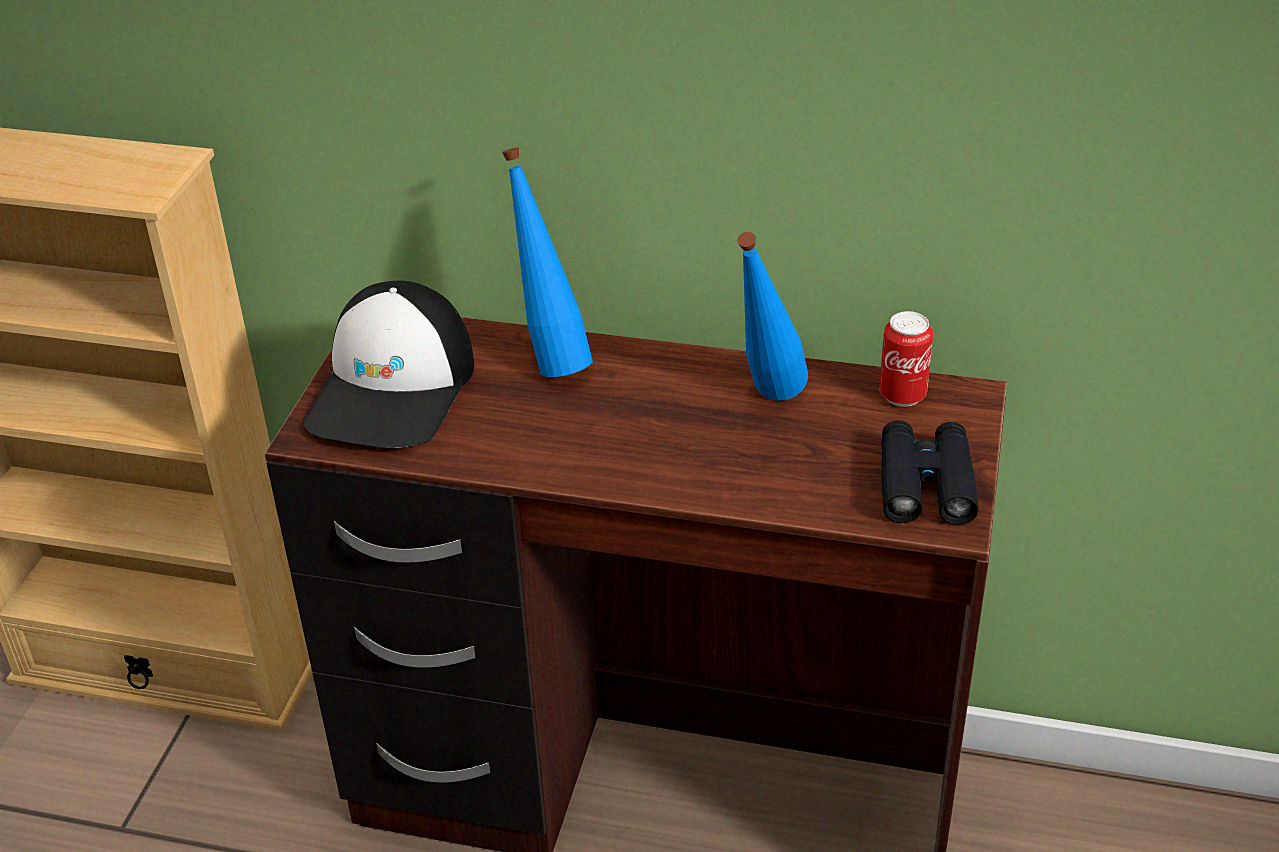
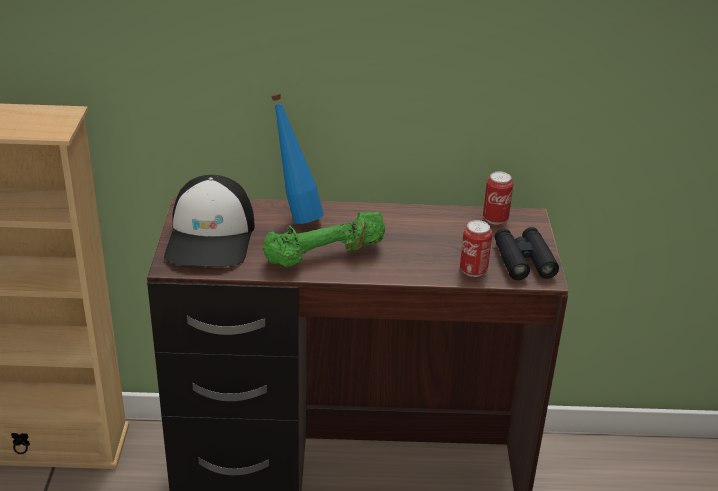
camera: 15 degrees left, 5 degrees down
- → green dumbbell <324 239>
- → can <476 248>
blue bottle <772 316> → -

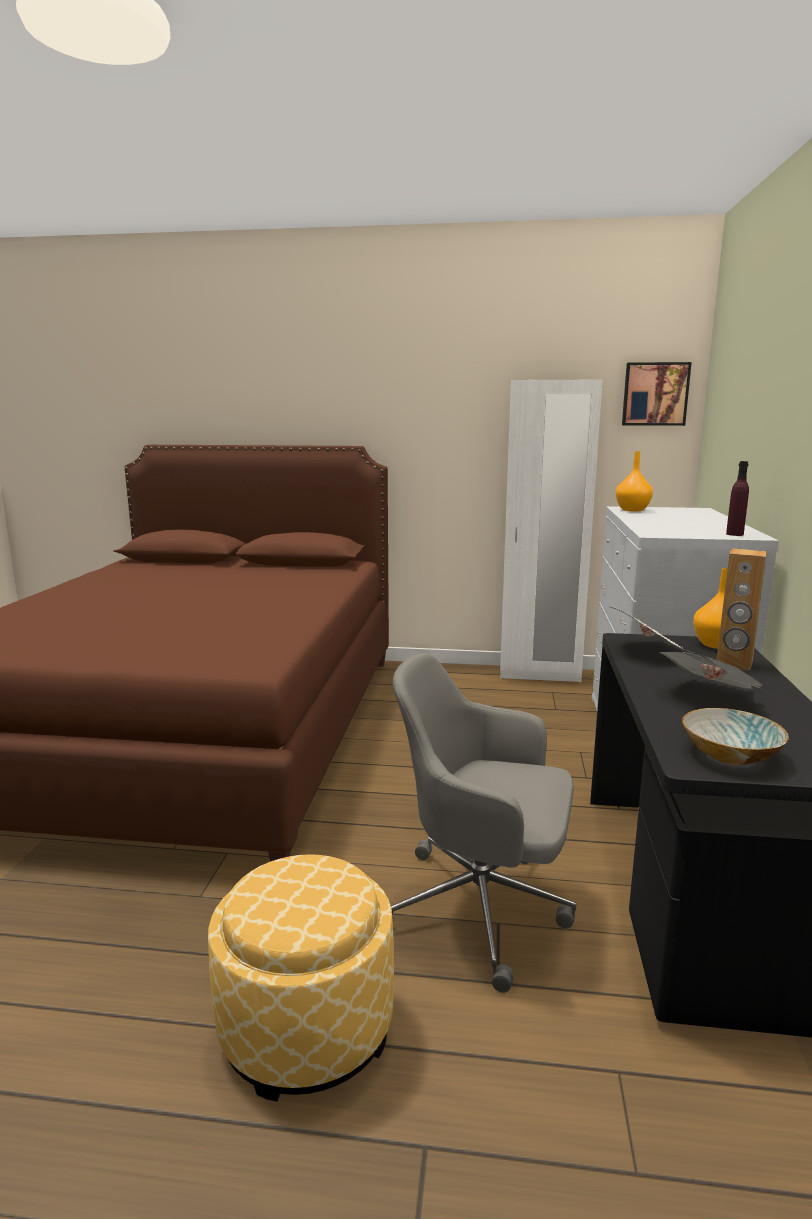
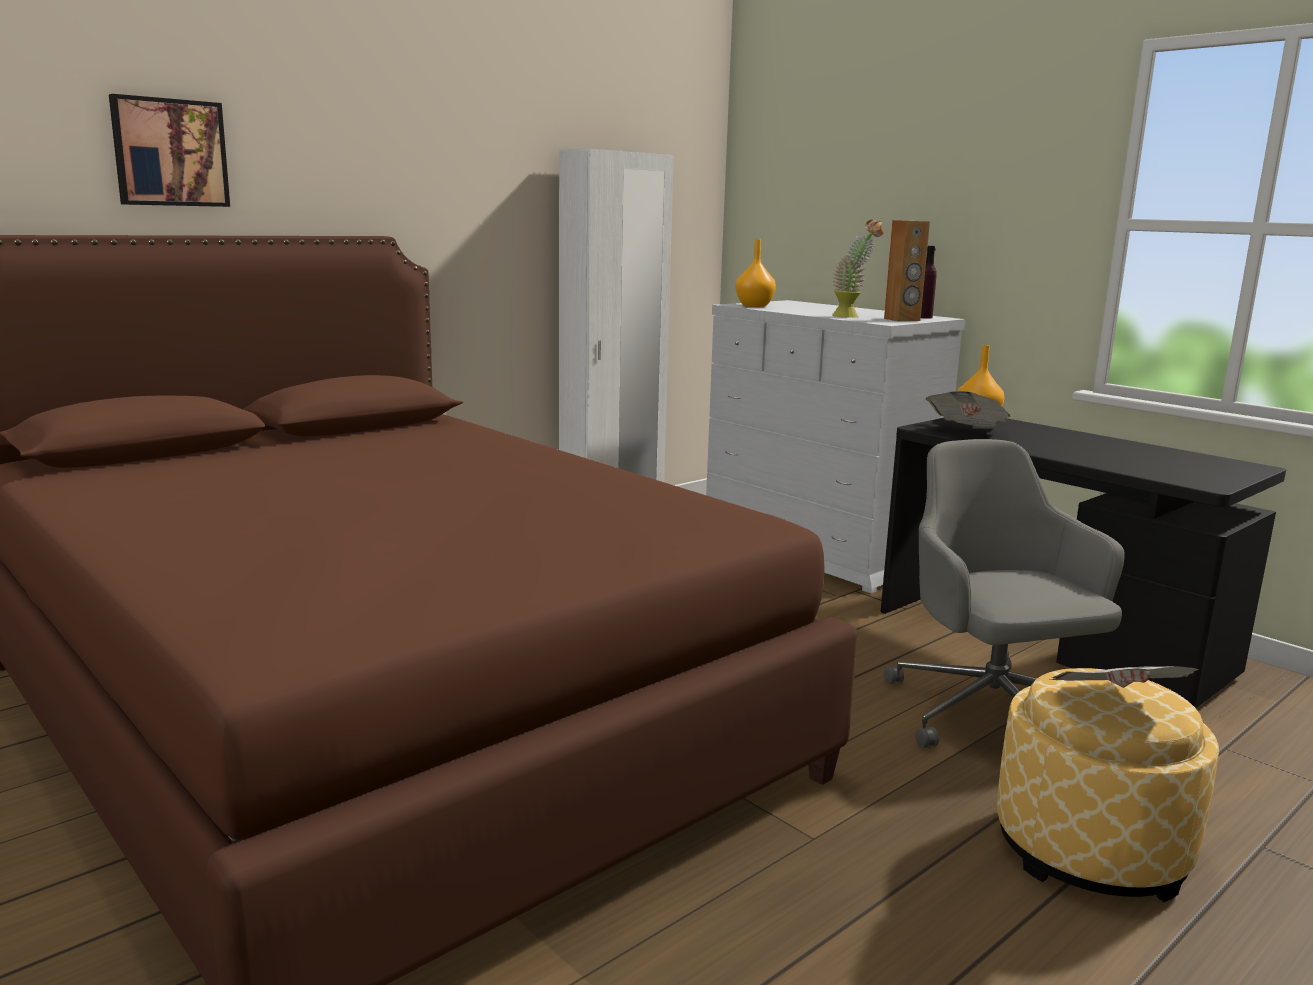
camera: 50 degrees left, 0 degrees up
picture <657 394> → picture <169 150>, move
- → potted plant <858 269>
brown speaker <741 609> → brown speaker <907 270>, move
grey office chair <483 823> → grey office chair <1004 593>, 105 degrees clockwise
newspaper <711 670> → newspaper <1124 677>, move
bowl <735 736> → -

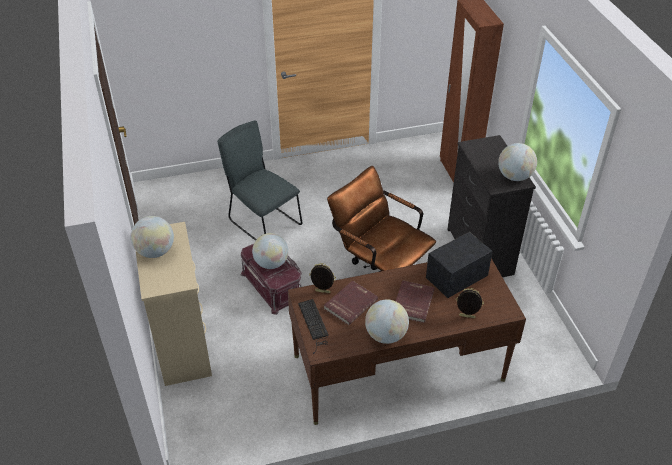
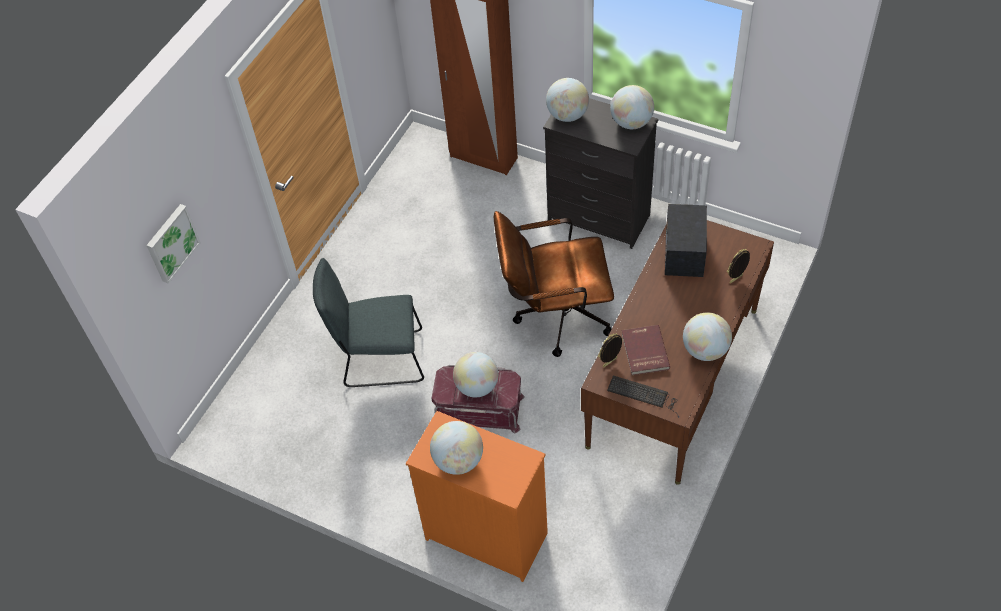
camera: 45 degrees left, 10 degrees up
- → picture <173 244>
beige dresser <174 304> → orange dresser <477 496>
- → globe <567 100>
red book <415 301> → -

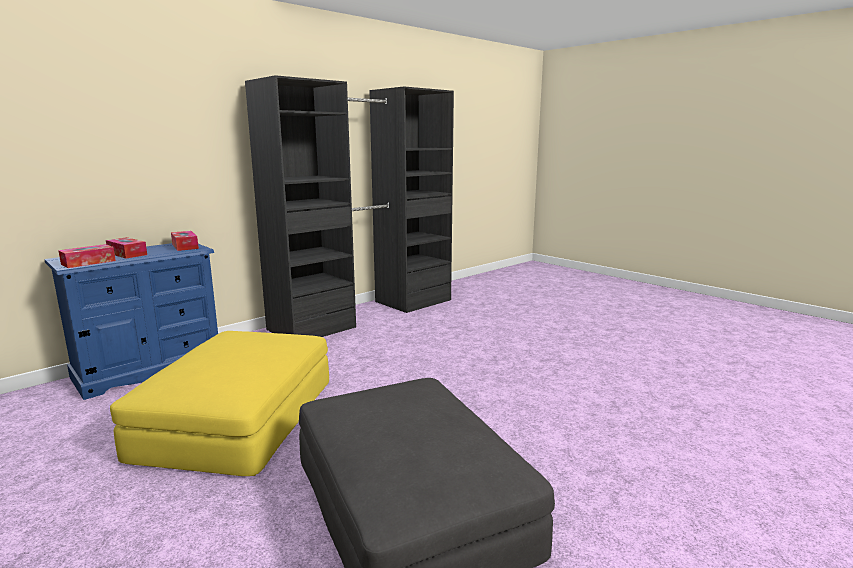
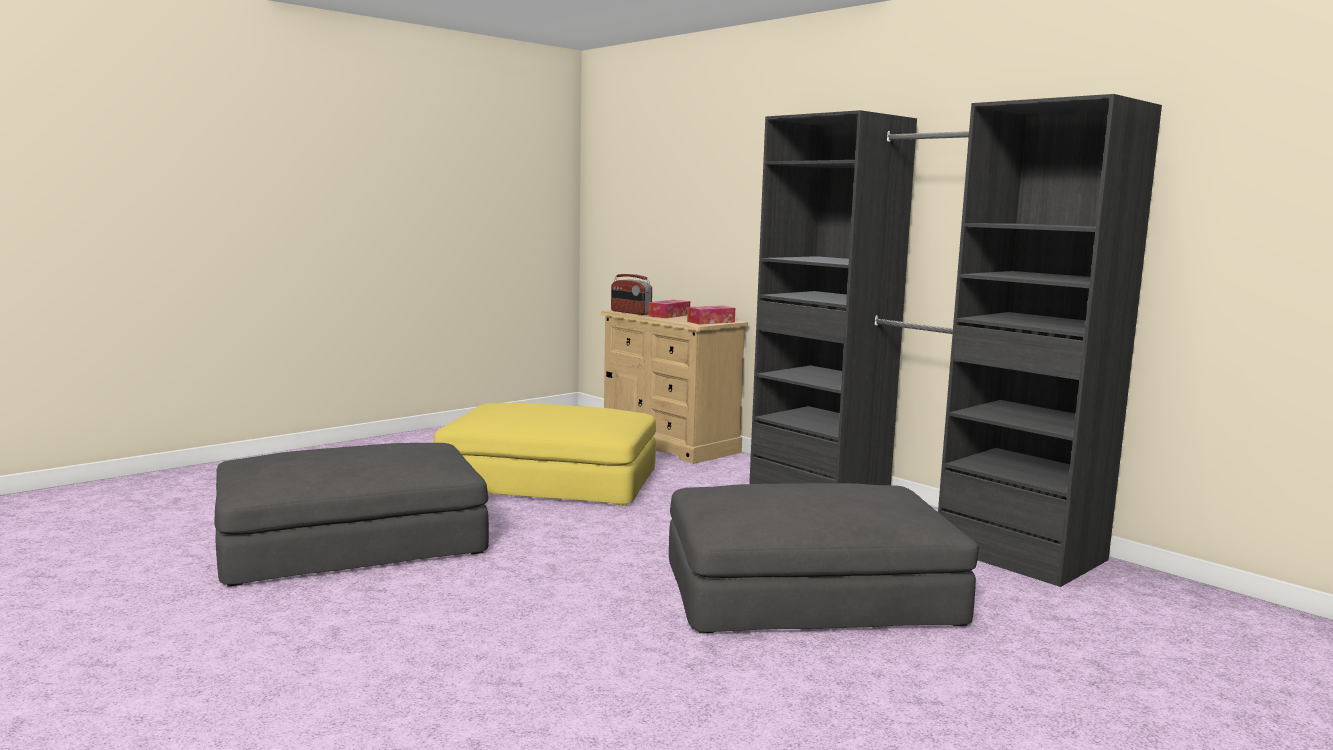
camera: 90 degrees right, 5 degrees down
blue dresser <131 321> → beige dresser <674 387>
tissue box <87 256> → radio <631 294>
- → grey ottoman <824 558>

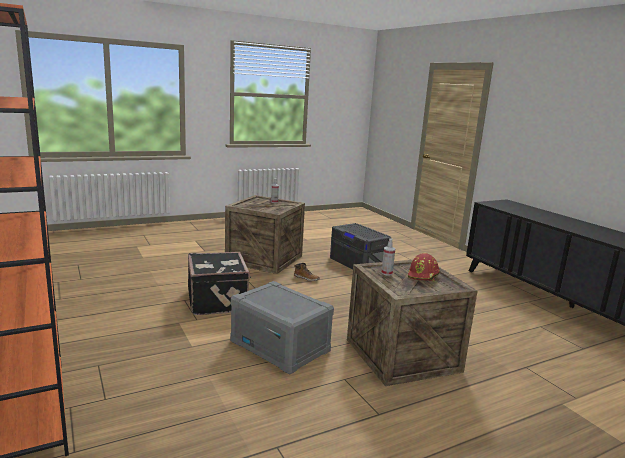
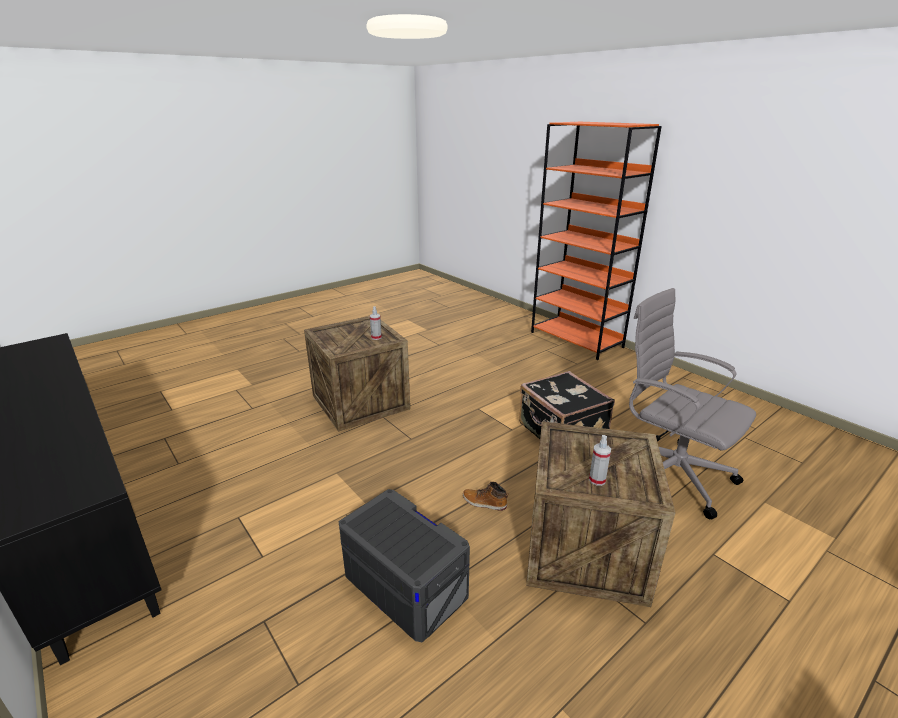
camera: 170 degrees right, 10 degrees up
- → grey office chair <692 404>
grey storage box <282 328> → -
red hard hat <424 267> → -

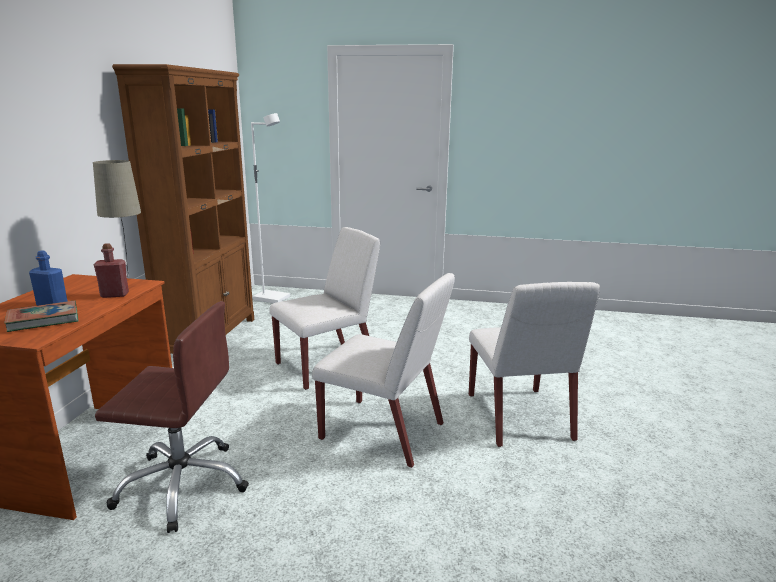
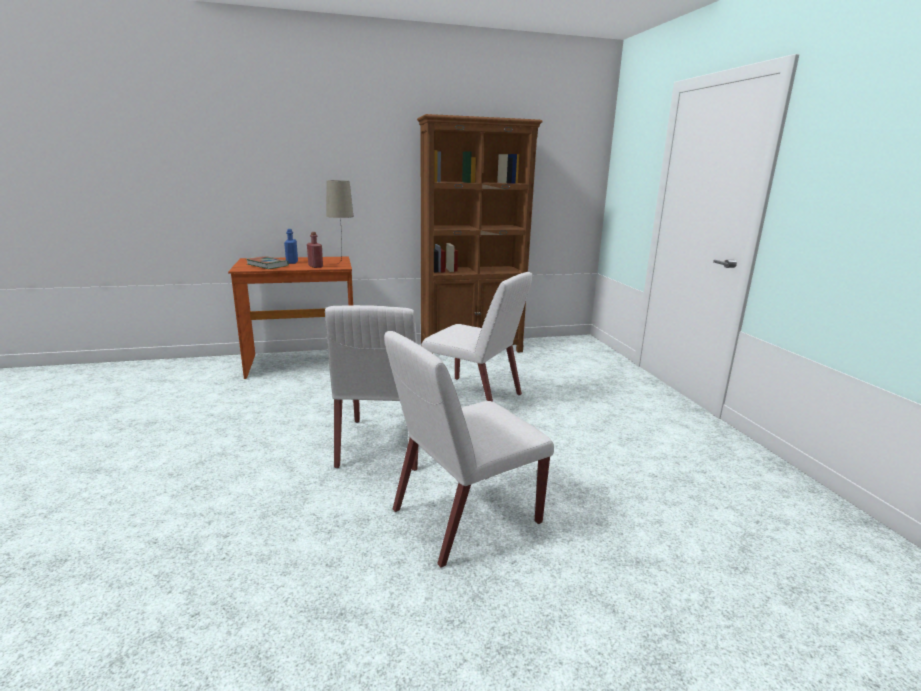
camera: 65 degrees right, 0 degrees up
brown office chair <172 417> → -
white floor lamp <270 208> → -

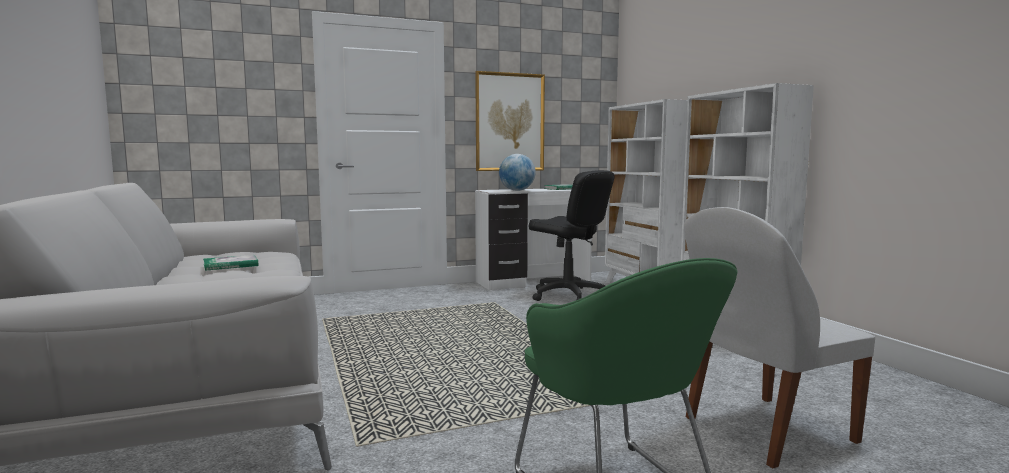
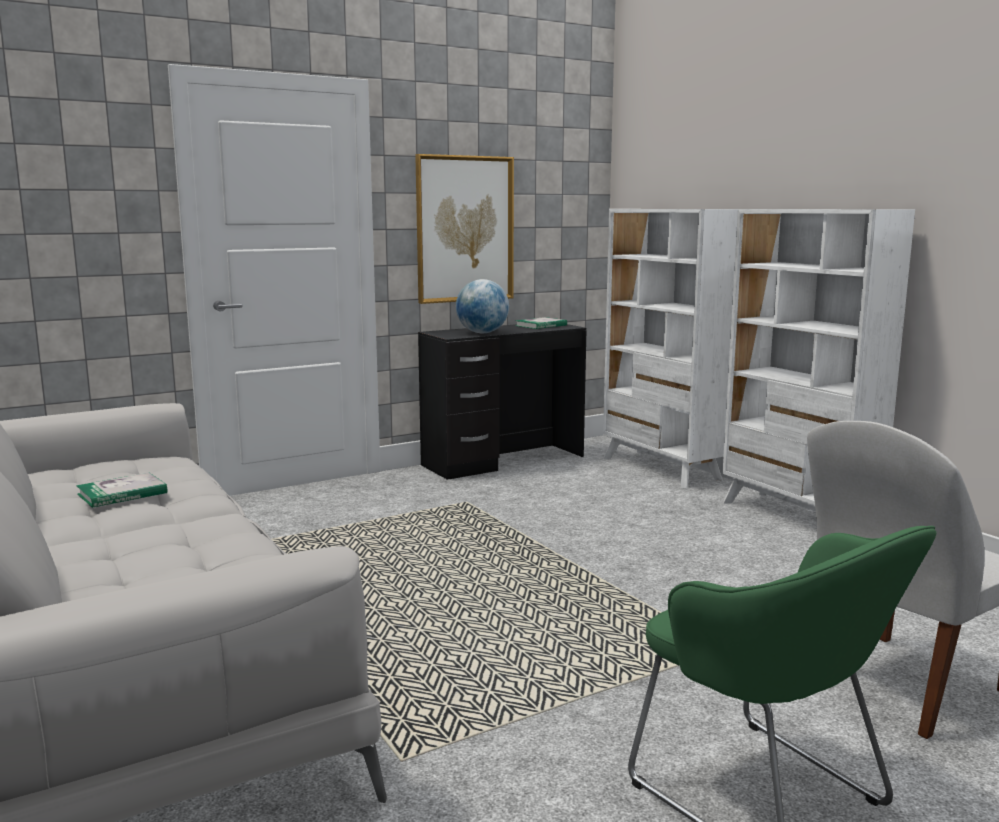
camera: 10 degrees left, 5 degrees up
white desk <533 239> → black desk <502 402>
black office chair <572 235> → -

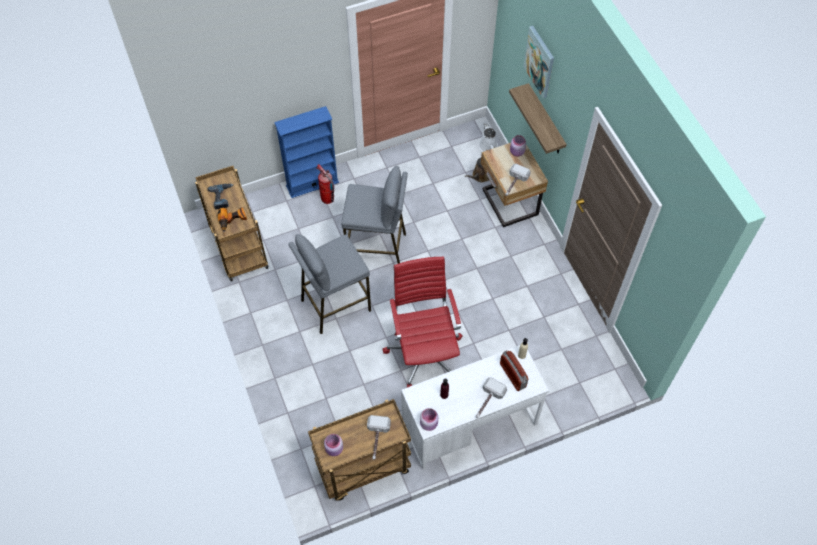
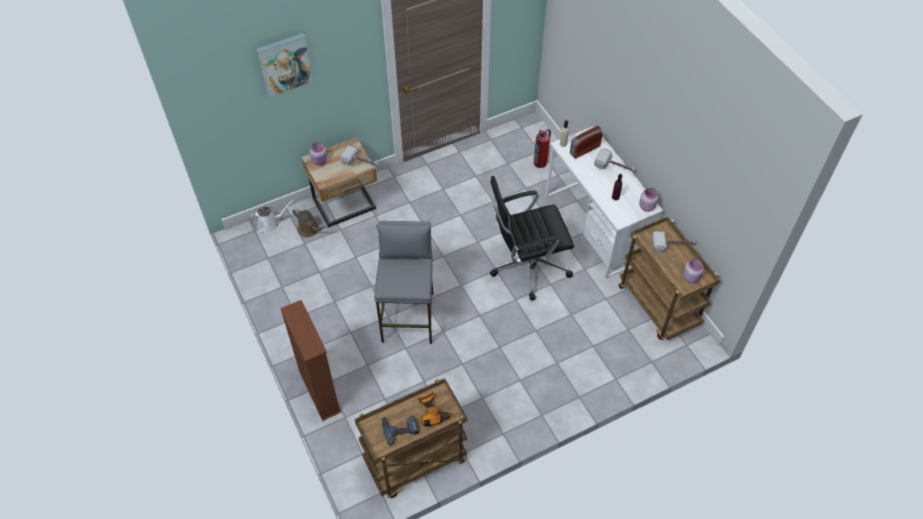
camera: 95 degrees left, 5 degrees down
blue bookcase <306 152> → brown bookcase <310 360>
red office chair <422 322> → black office chair <532 238>
fire extinguisher <326 184> → fire extinguisher <542 148>, move
grey stool <329 284> → -
shelf <538 118> → -

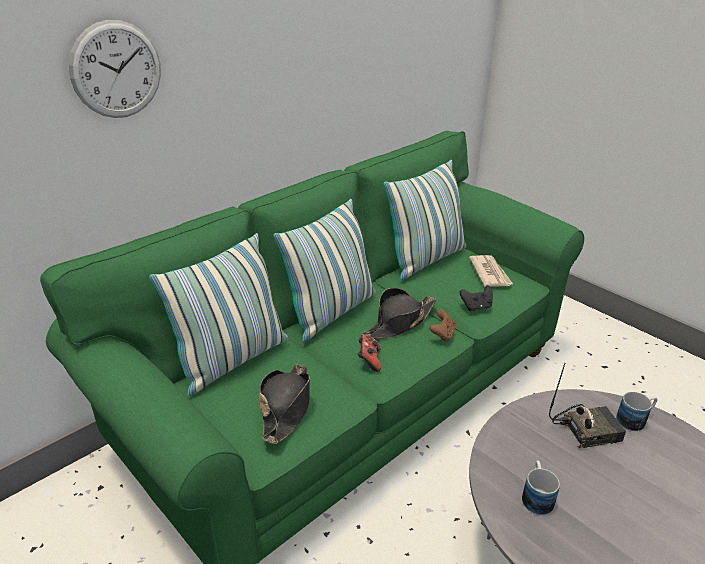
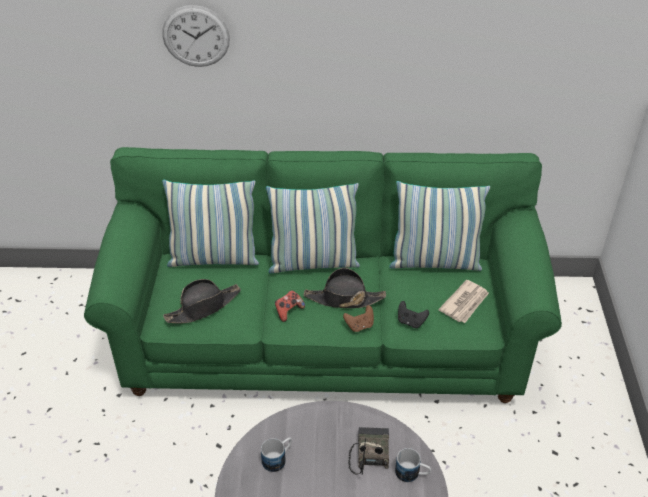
camera: 45 degrees right, 10 degrees up
radio <587 405> → radio <368 451>, 120 degrees counterclockwise

